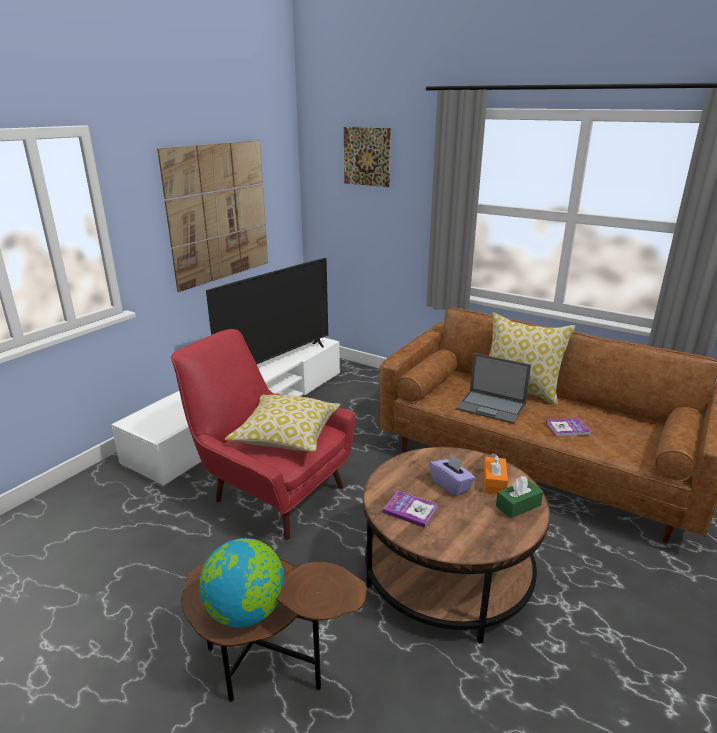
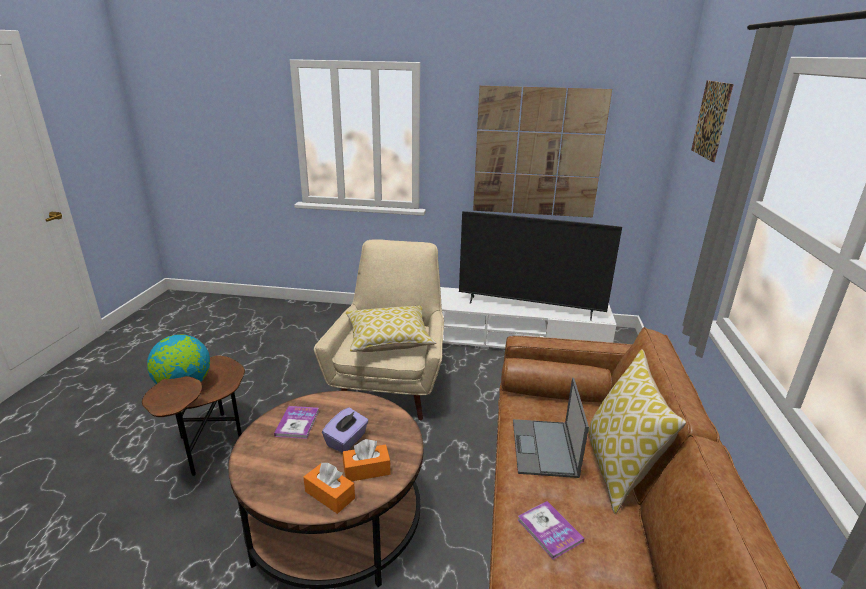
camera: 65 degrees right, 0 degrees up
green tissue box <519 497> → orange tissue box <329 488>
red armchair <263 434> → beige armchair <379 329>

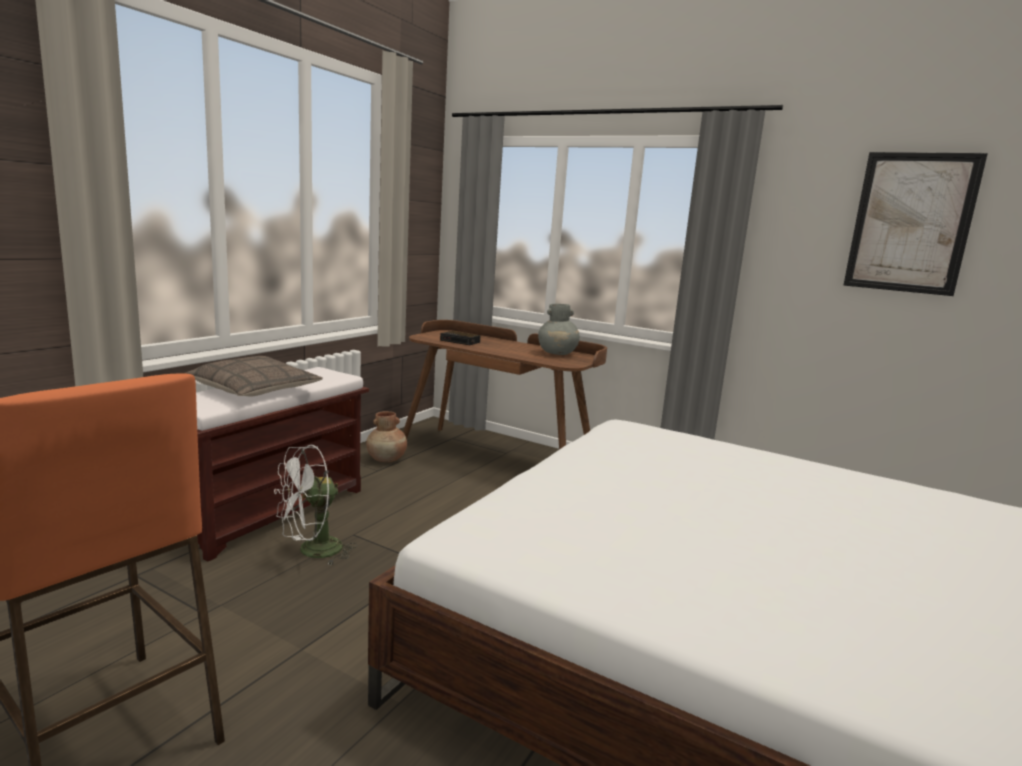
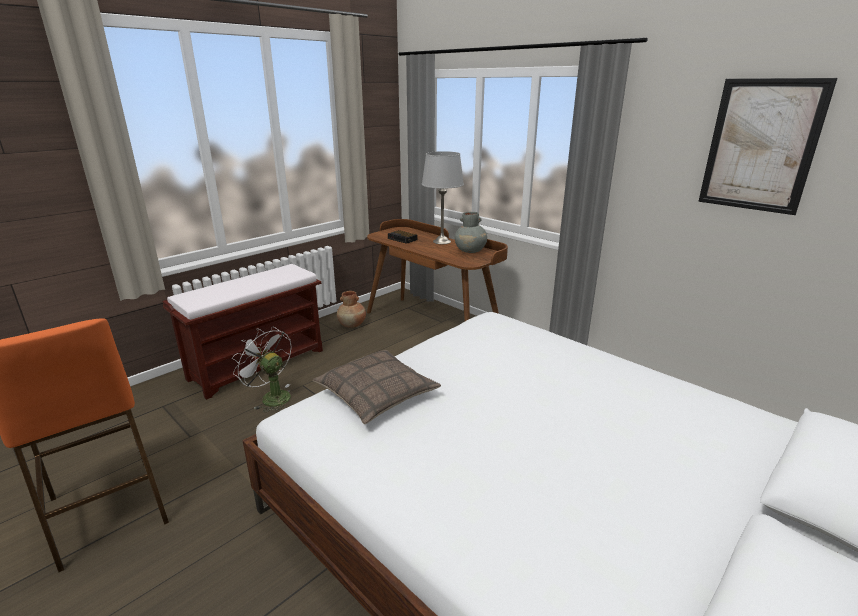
camera: 15 degrees right, 10 degrees up
white fan <315 505> → white fan <261 369>, 60 degrees clockwise
pillow <254 376> → pillow <377 387>, move
- → grey table lamp <443 197>

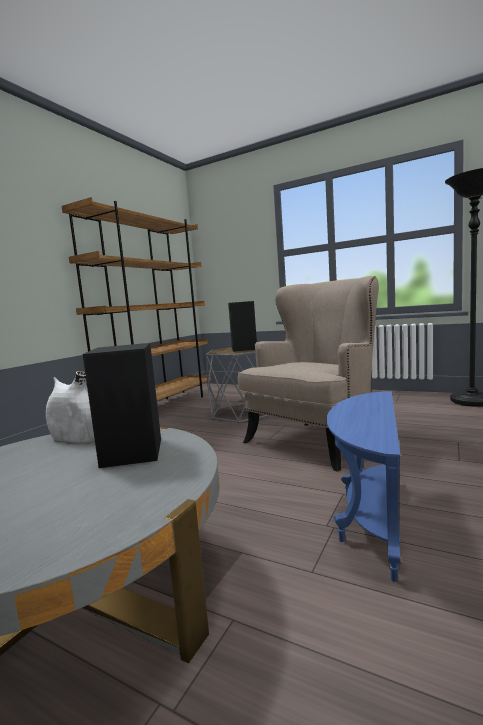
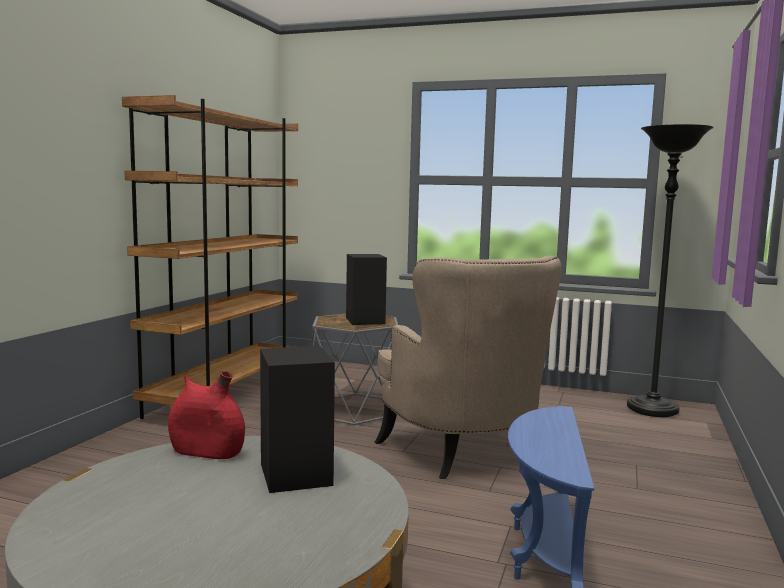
camera: 10 degrees left, 0 degrees up
white vase <70 407> → red vase <206 415>
beige armchair <308 374> → beige armchair <468 367>, 120 degrees clockwise

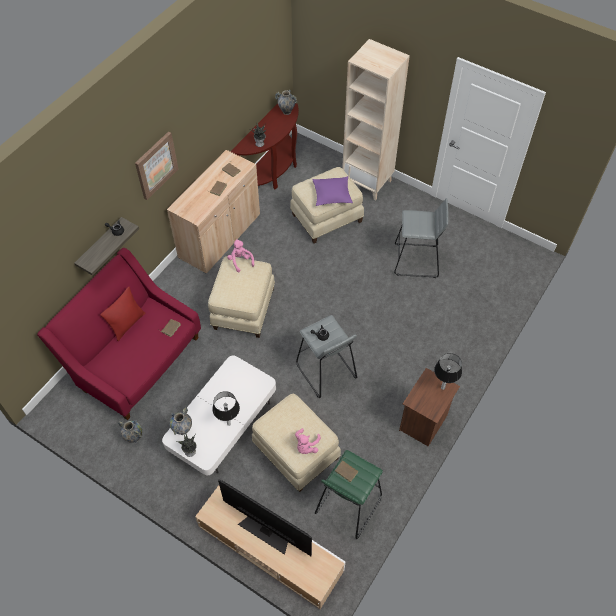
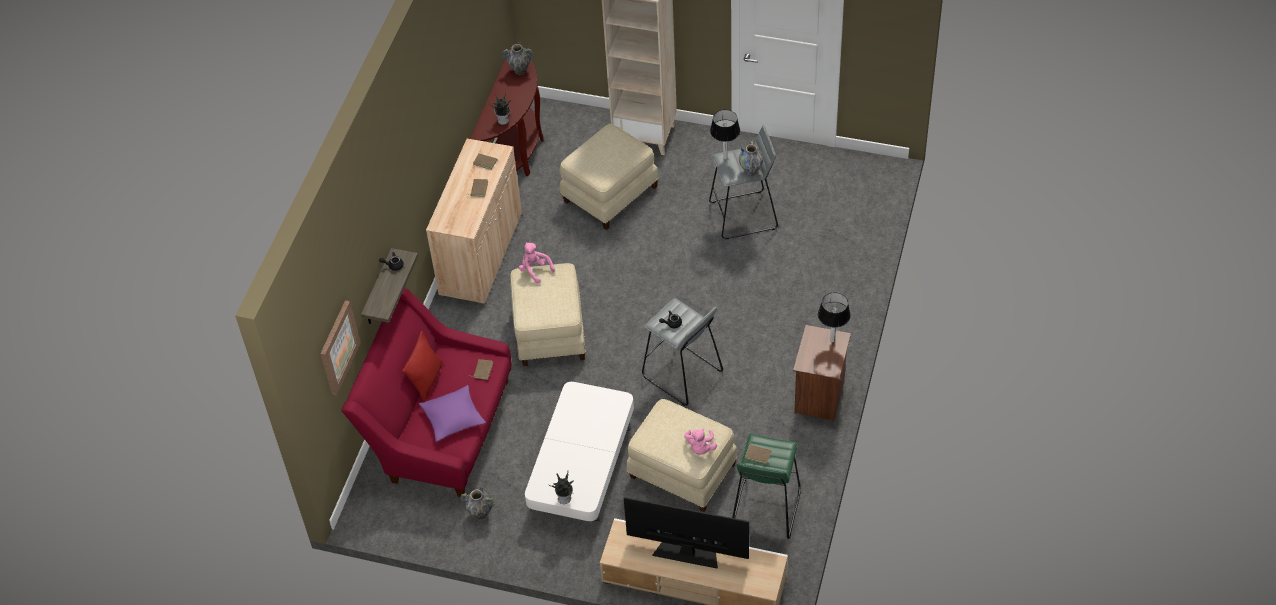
camera: 15 degrees left, 5 degrees down
picture <156 165> → picture <340 348>, move
purple pillow <333 191> → purple pillow <452 413>, move
table lamp <226 408> → table lamp <725 134>, move
vase <181 421> → vase <751 158>, move

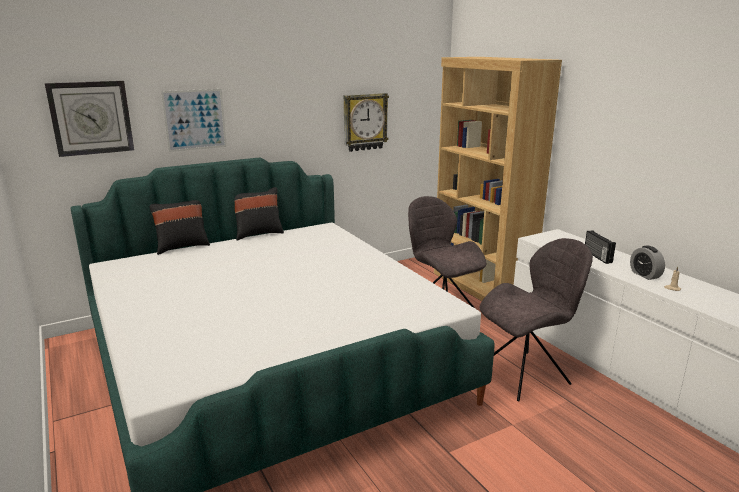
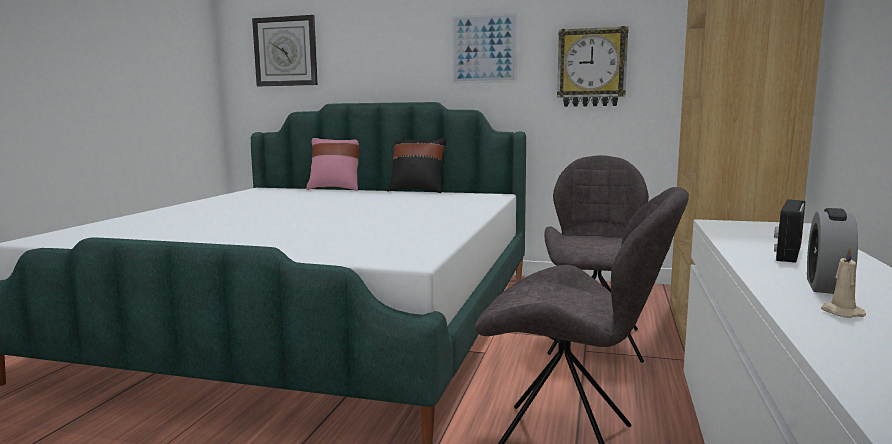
camera: 45 degrees right, 10 degrees down
black pillow <179 227> → pink pillow <332 164>
picture <194 120> → picture <485 48>, move

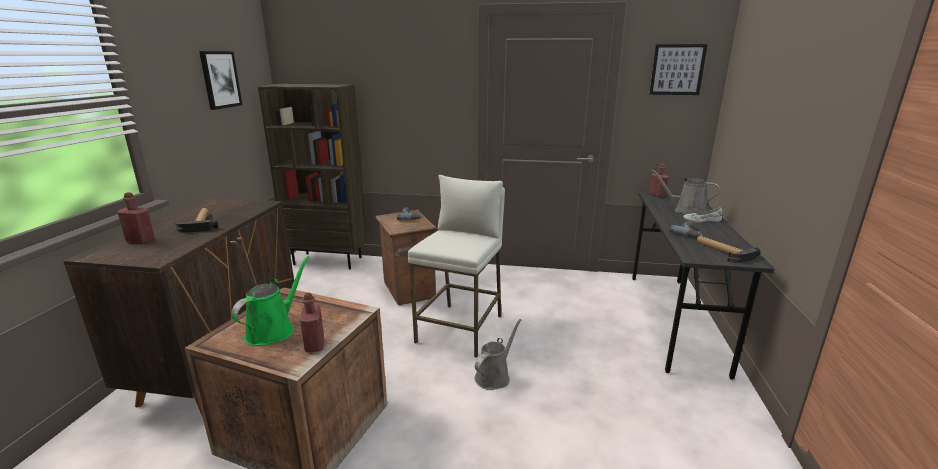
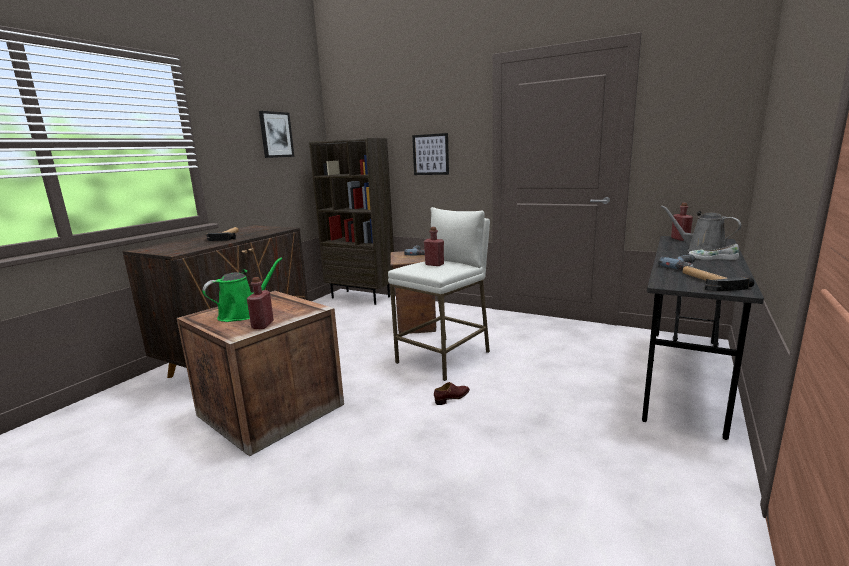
camera: 20 degrees right, 5 degrees down
picture <678 69> → picture <430 154>, move
red bottle <136 218> → red bottle <434 246>, move
grey watering can <497 354> → brown shoe <452 393>

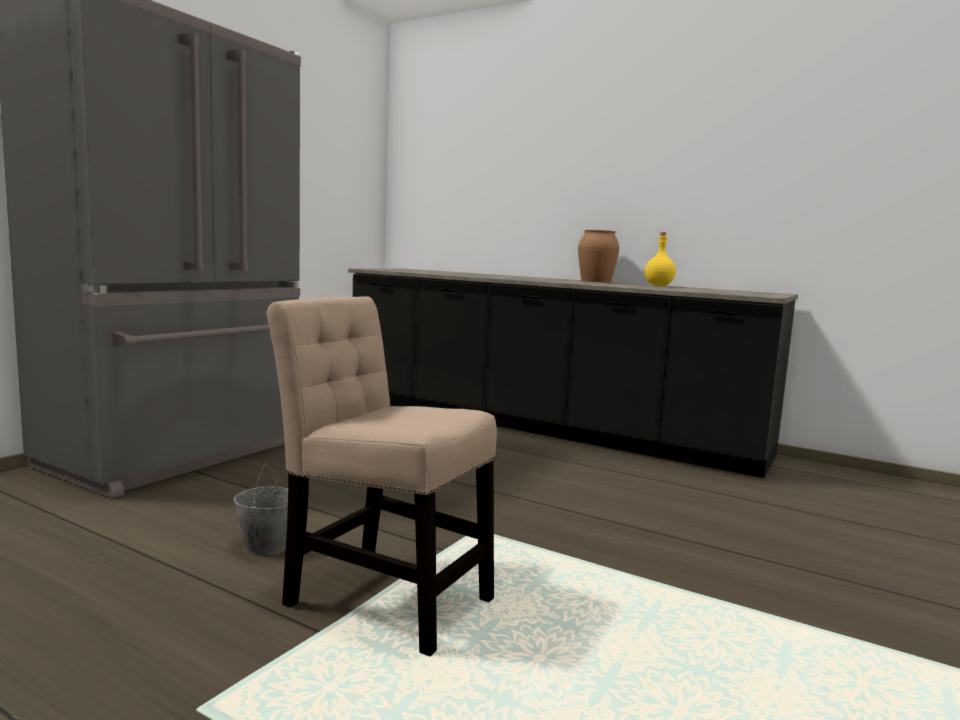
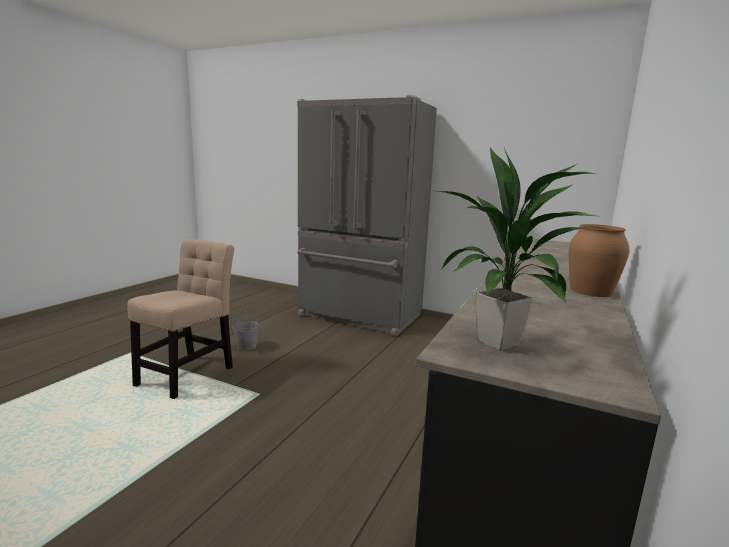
camera: 85 degrees right, 5 degrees up
- → potted plant <515 248>
yellow bottle <660 259> → -

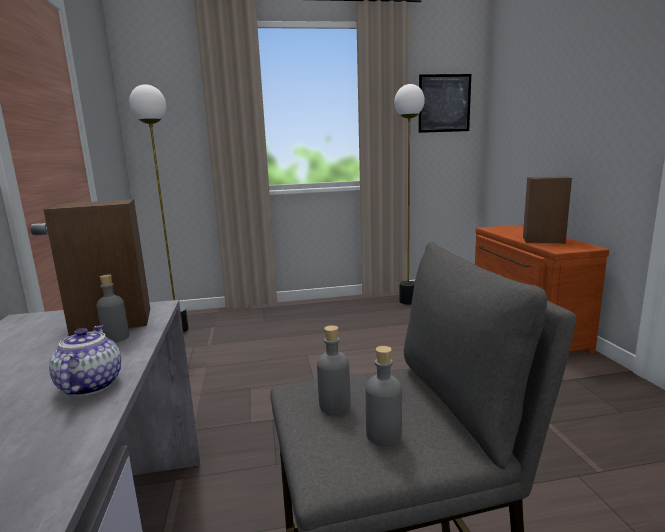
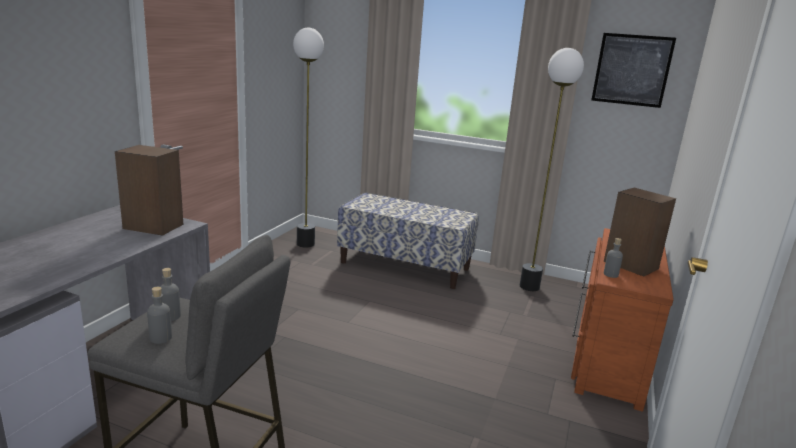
camera: 30 degrees right, 5 degrees up
- → bench <408 241>
grey bottle <113 308> → grey bottle <613 258>, move
teapot <85 360> → -

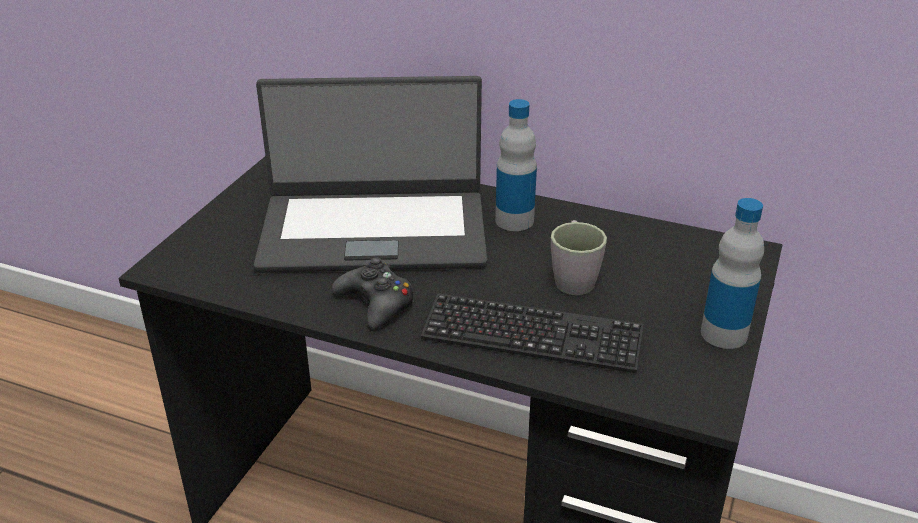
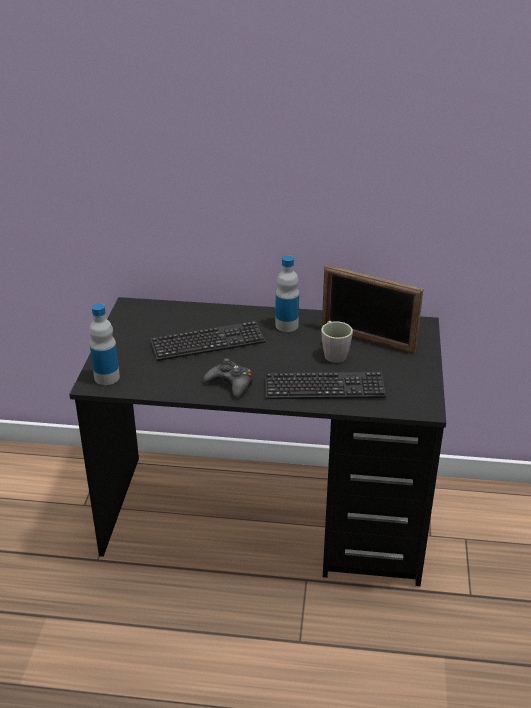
camera: 15 degrees left, 0 degrees up
bottle <732 273> → bottle <104 344>, move
laptop <370 174> → keyboard <207 341>
- → picture frame <372 309>

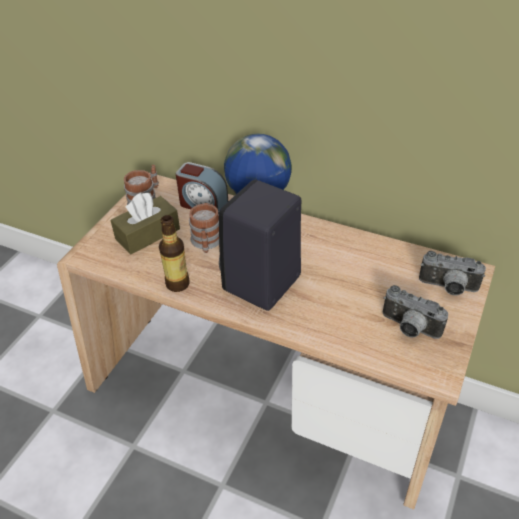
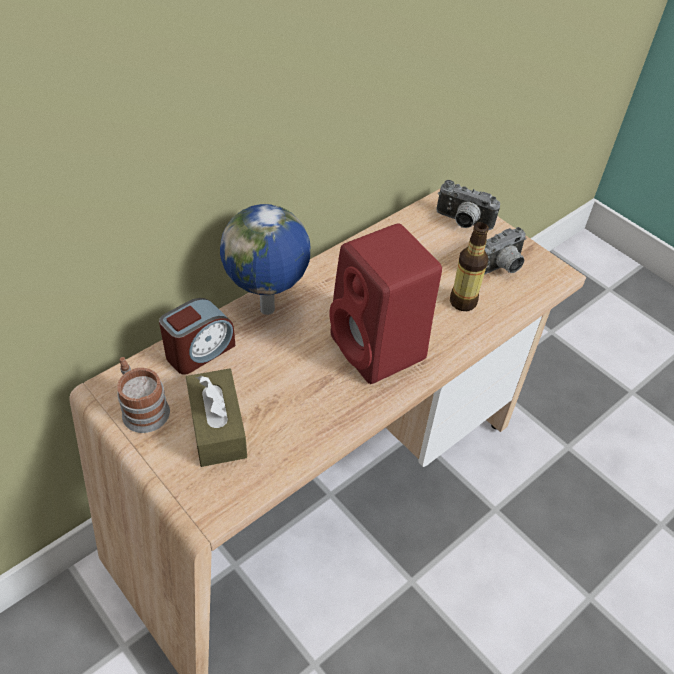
camera: 70 degrees left, 5 degrees up
black speaker <260 245> → red speaker <385 303>
photo camera <452 273> → photo camera <468 205>, 75 degrees clockwise
bottle <174 253> → bottle <469 266>, move
mug <204 228> → -

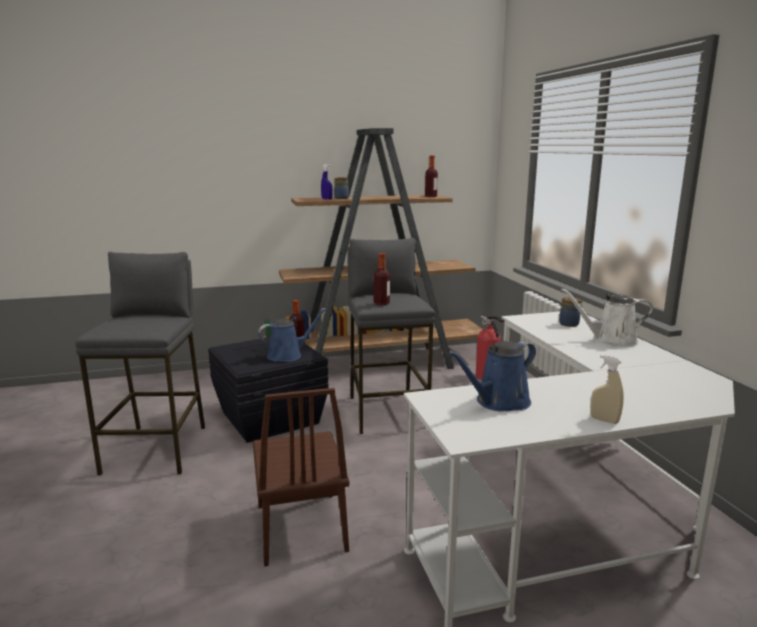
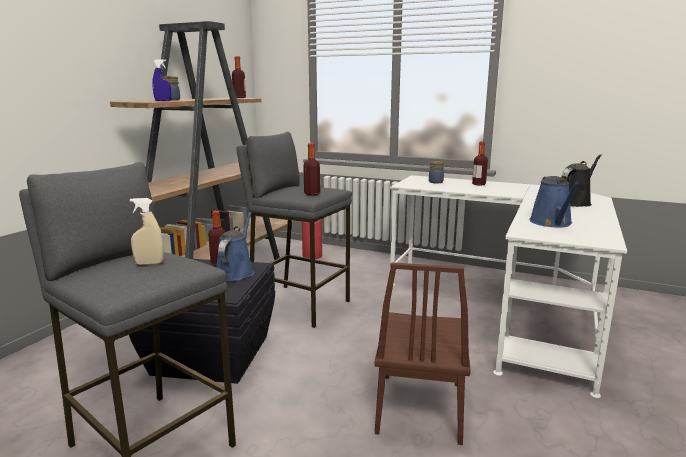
camera: 50 degrees left, 0 degrees up
beige spray bottle <607 389> → beige spray bottle <147 231>, move
brown chair <301 477> → brown chair <423 353>, 75 degrees clockwise
white watering can <607 317> → bottle <480 164>
- → black watering can <581 180>

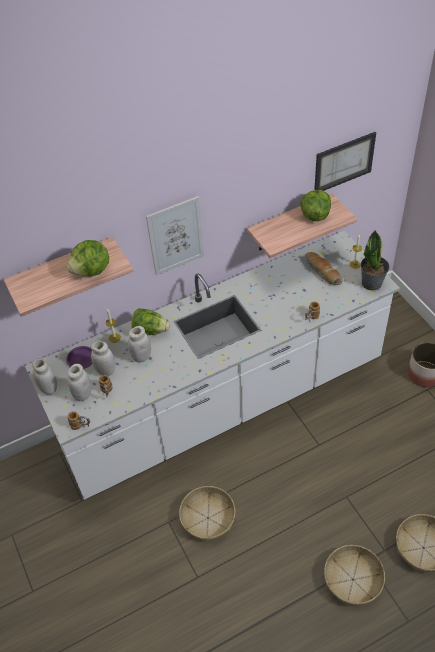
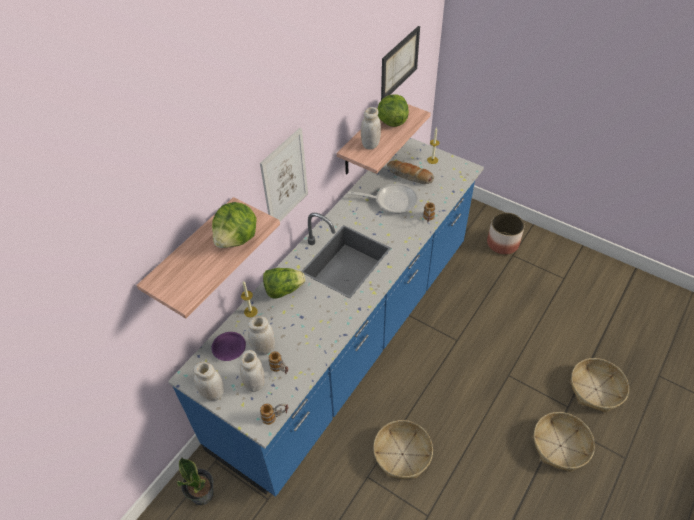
camera: 30 degrees left, 0 degrees up
white counter <212 365> → blue counter <326 317>
potted plant <374 260> → potted plant <195 481>, move
- → frying pan <383 198>
white jar <139 344> → white jar <371 128>, move

